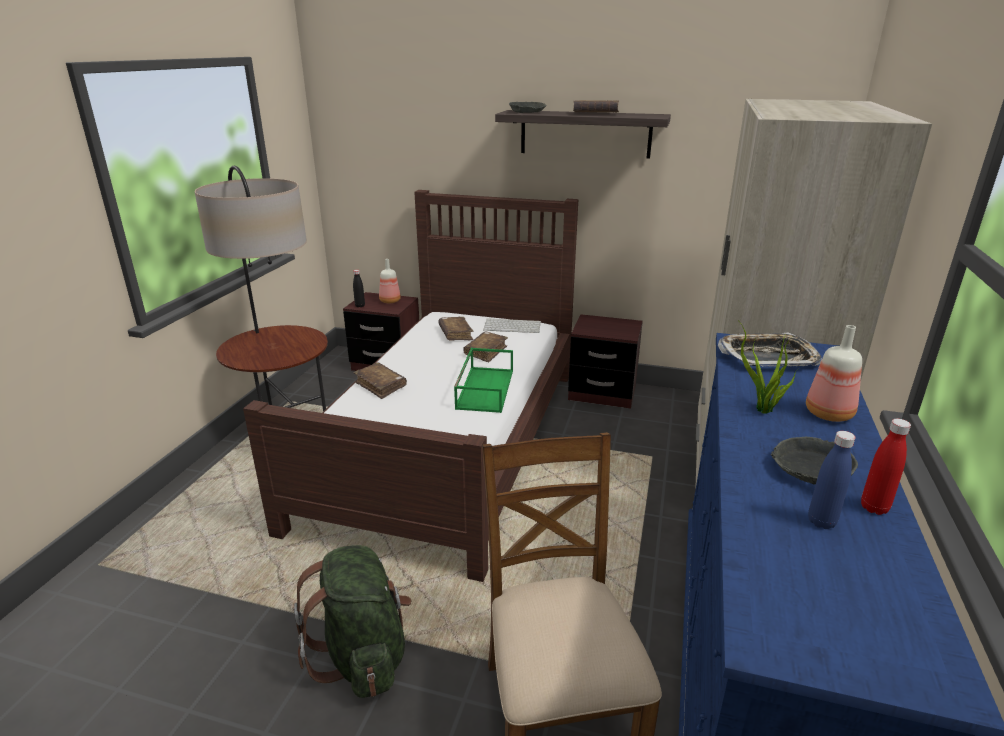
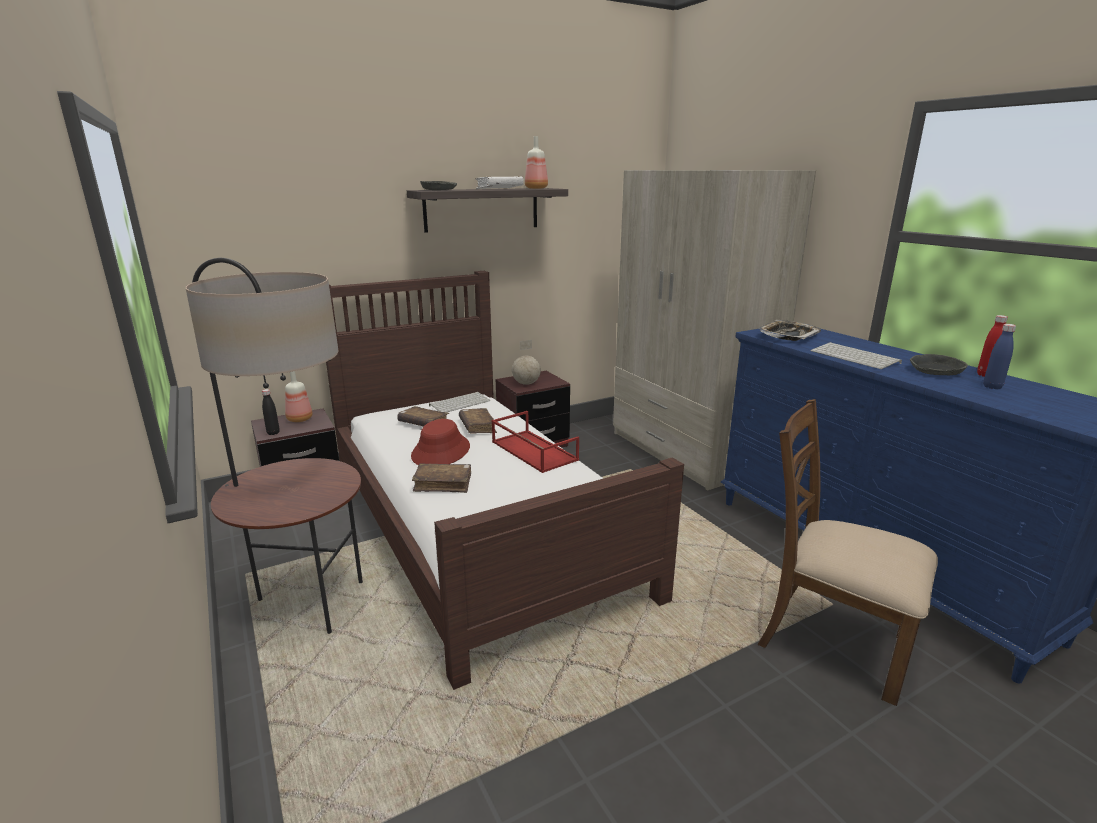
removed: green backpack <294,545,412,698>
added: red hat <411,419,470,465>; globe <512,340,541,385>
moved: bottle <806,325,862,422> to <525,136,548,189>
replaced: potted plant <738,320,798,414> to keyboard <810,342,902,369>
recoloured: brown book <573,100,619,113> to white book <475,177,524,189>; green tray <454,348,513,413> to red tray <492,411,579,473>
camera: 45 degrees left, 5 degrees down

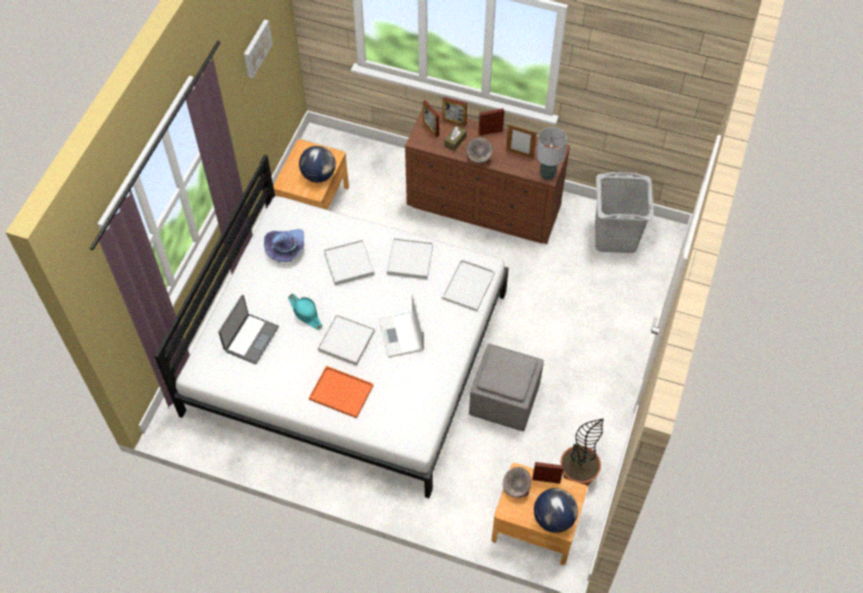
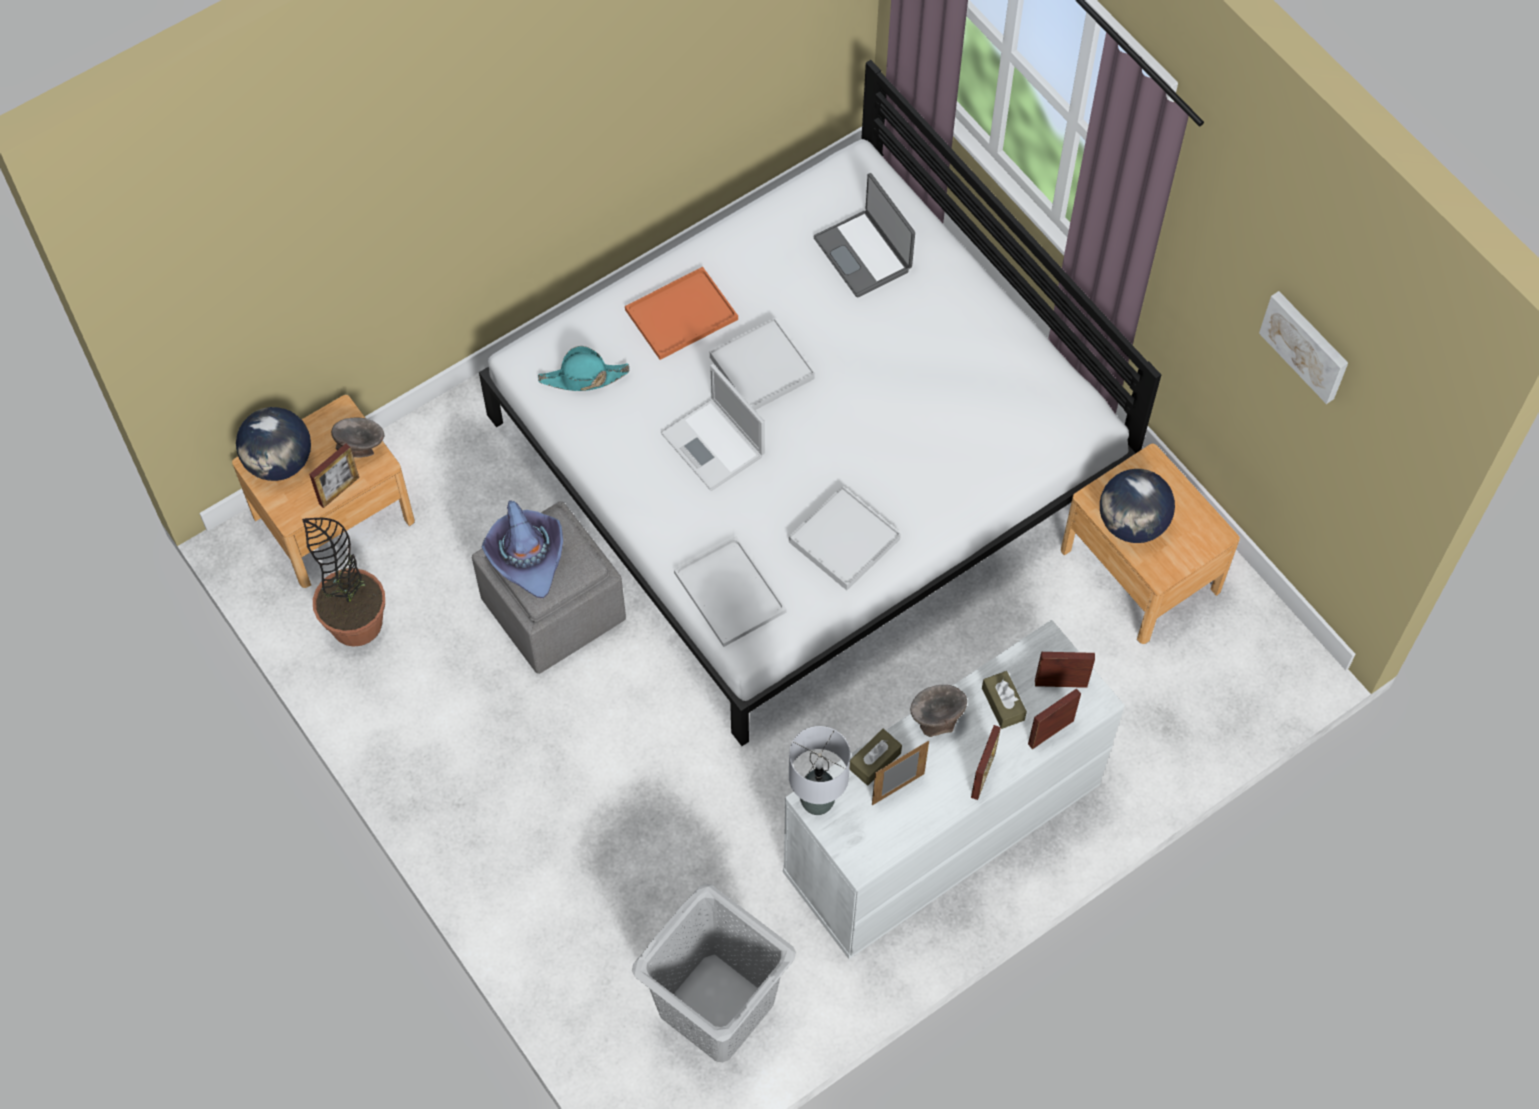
removed: white tray <324,240,374,285>
added: brown tissue box <849,729,902,786>
moved: purple hat <264,229,304,262> to <482,500,563,598>; turquoise hat <288,293,323,330> to <538,346,629,391>
recoloured: brown dresser <405,108,570,244> to white dresser <783,620,1125,959>
turned: laptop <379,293,424,358> = <661,364,765,491> 150 degrees counterclockwise
camera: 125 degrees right, 5 degrees up

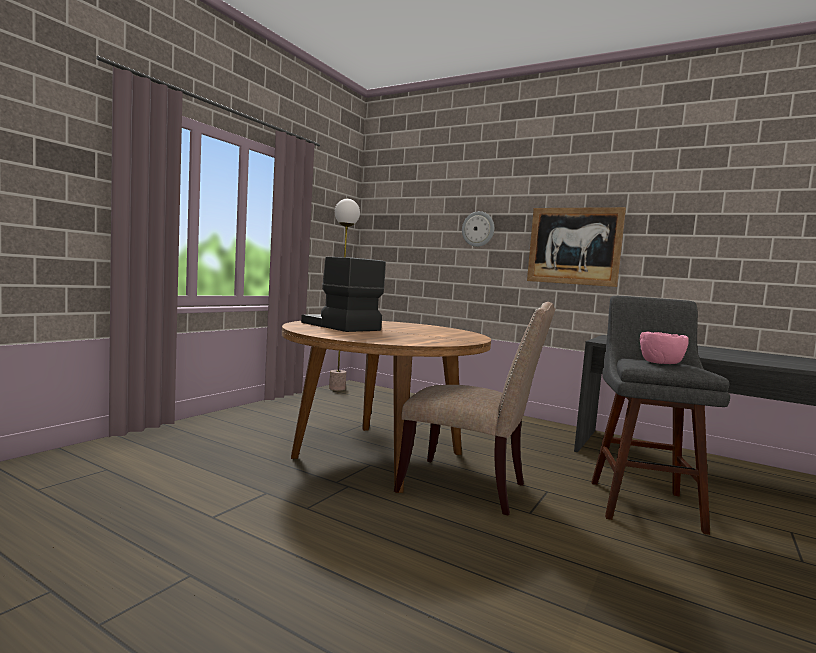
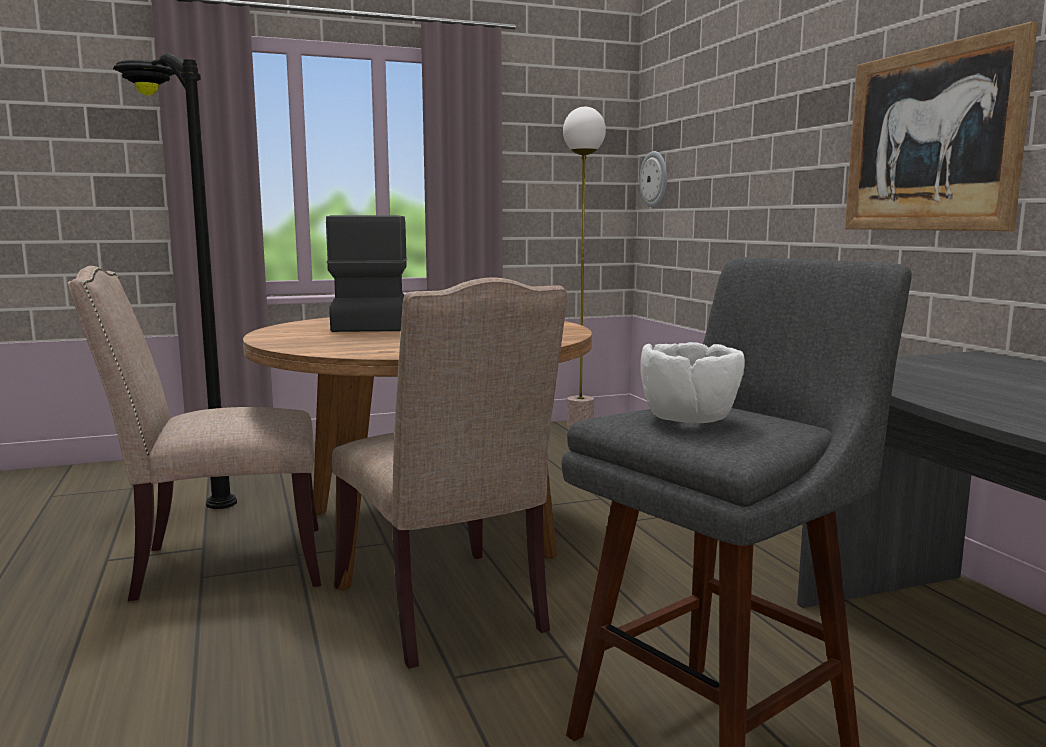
added: beige chair <68,266,321,601>; black floor lamp <113,53,237,509>
moved: wall clock <462,211,494,247> to <640,151,667,208>
recoloured: pink bowl <640,332,689,364> to white bowl <641,342,745,423>
camera: 40 degrees right, 5 degrees up

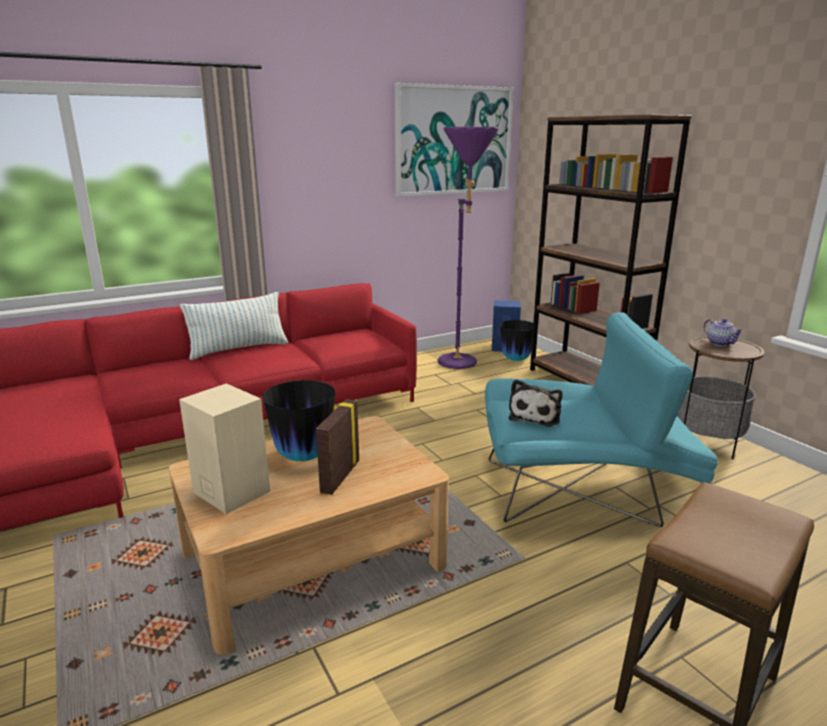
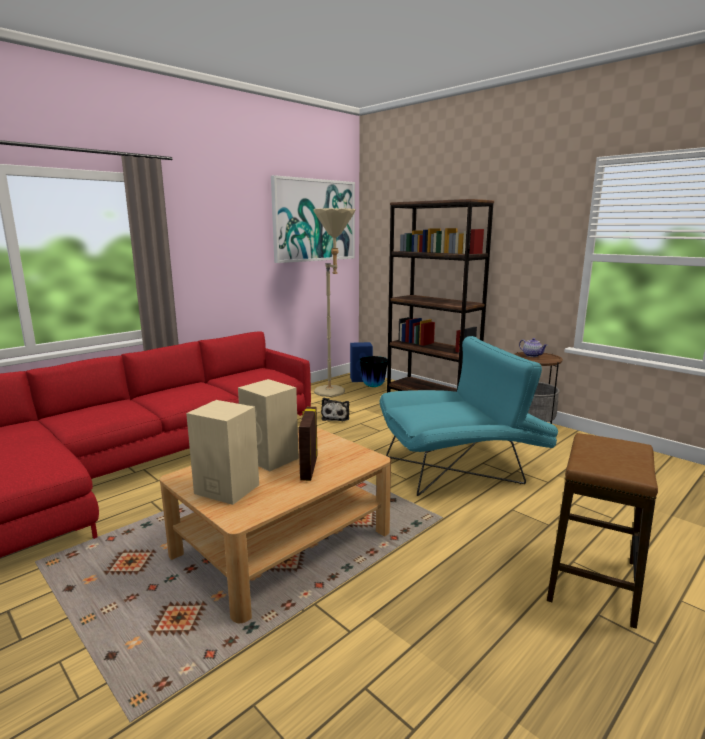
removed: pillow <180,292,288,360>
moved: plush toy <509,379,563,426> to <321,398,349,421>
replaced: vase <263,380,335,461> to beige speaker <238,379,299,472>
recoloured: purple floor lamp <438,127,499,369> to beige floor lamp <313,208,356,397>
camera: 15 degrees left, 5 degrees down

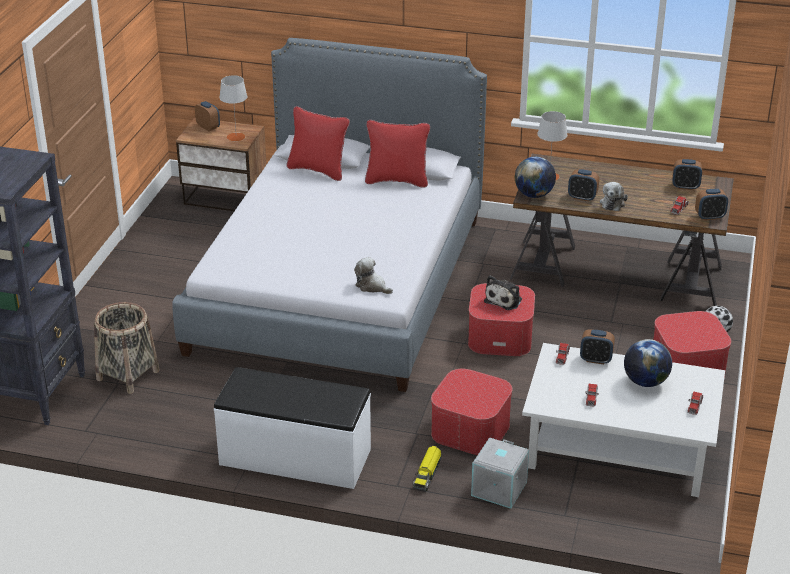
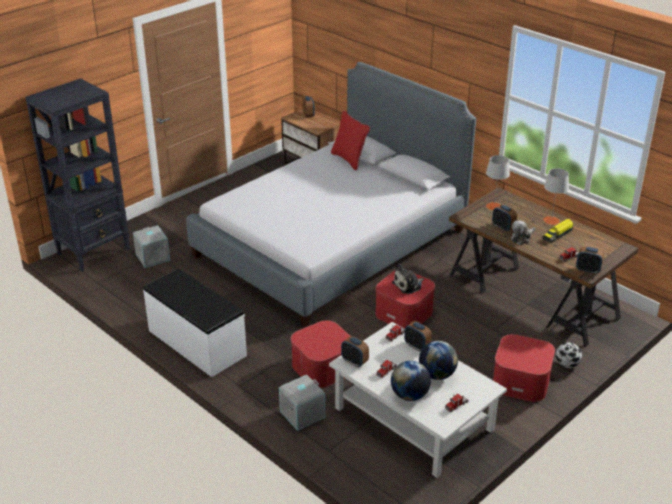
removed: plush toy <354,257,393,294>; red pillow <365,120,430,188>
moved: alarm clock <672,159,702,190> to <341,336,369,367>; globe <515,157,556,198> to <391,361,431,401>; toy truck <413,446,442,491> to <542,219,573,243>; grey table lamp <219,75,247,141> to <543,168,569,225>
replaced: basket <94,302,160,394> to grey storage box <133,225,170,268>
camera: 30 degrees right, 0 degrees up

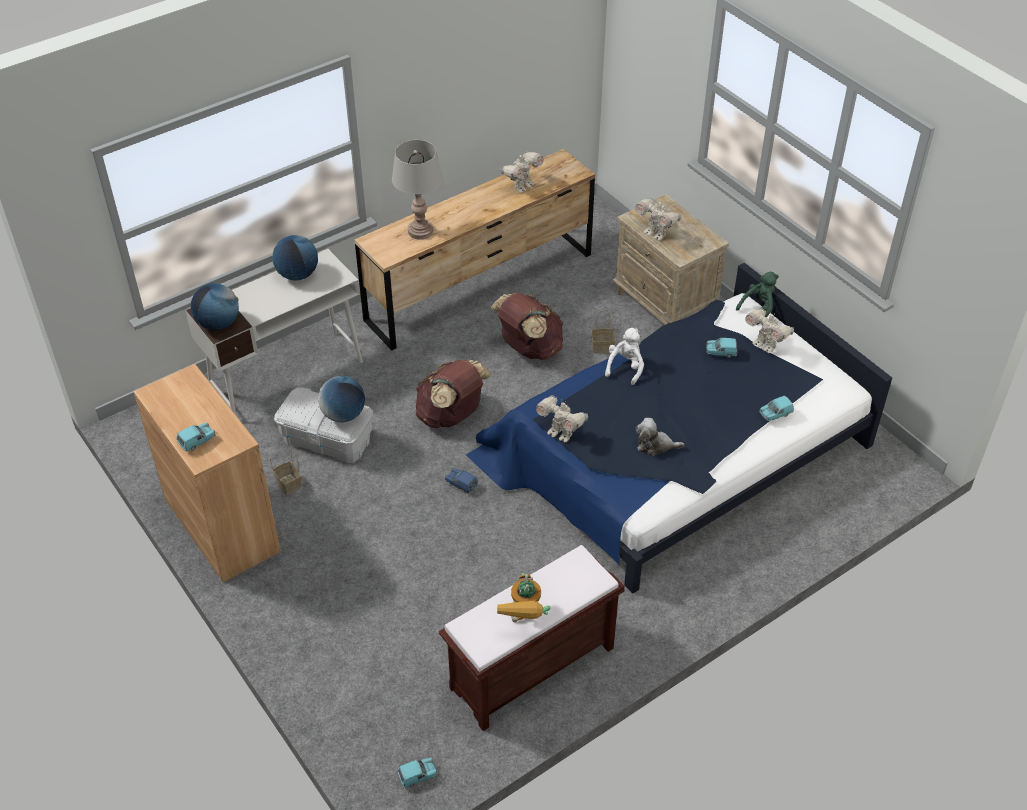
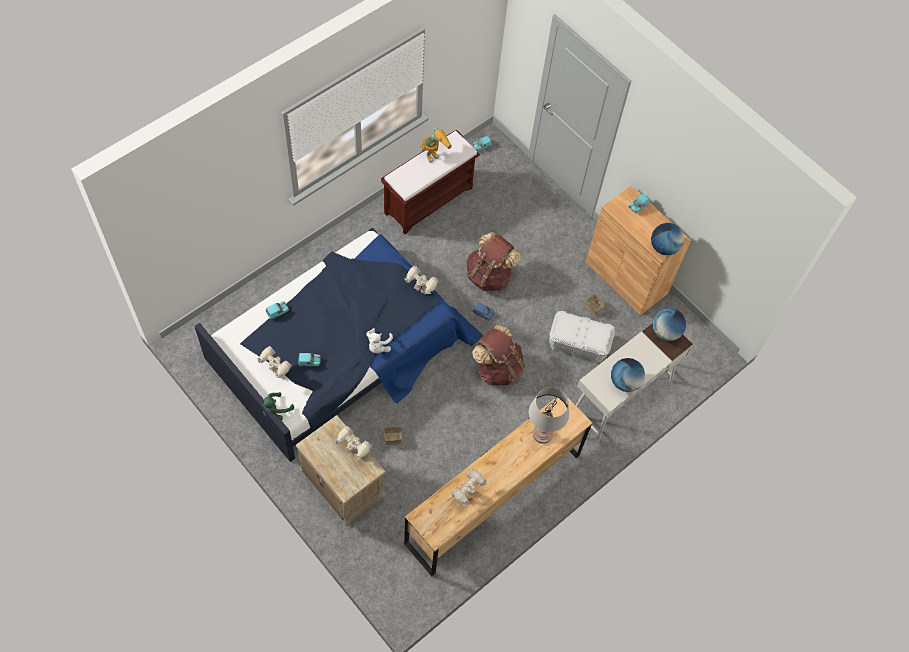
removed: plush toy <636,418,684,456>
moved: brown backpack <490,293,564,360> to <467,232,520,291>; globe <318,376,365,422> to <651,223,685,255>
turned: toy robot <497,573,550,623> = <420,128,452,163> 60 degrees clockwise
camera: 170 degrees right, 15 degrees up

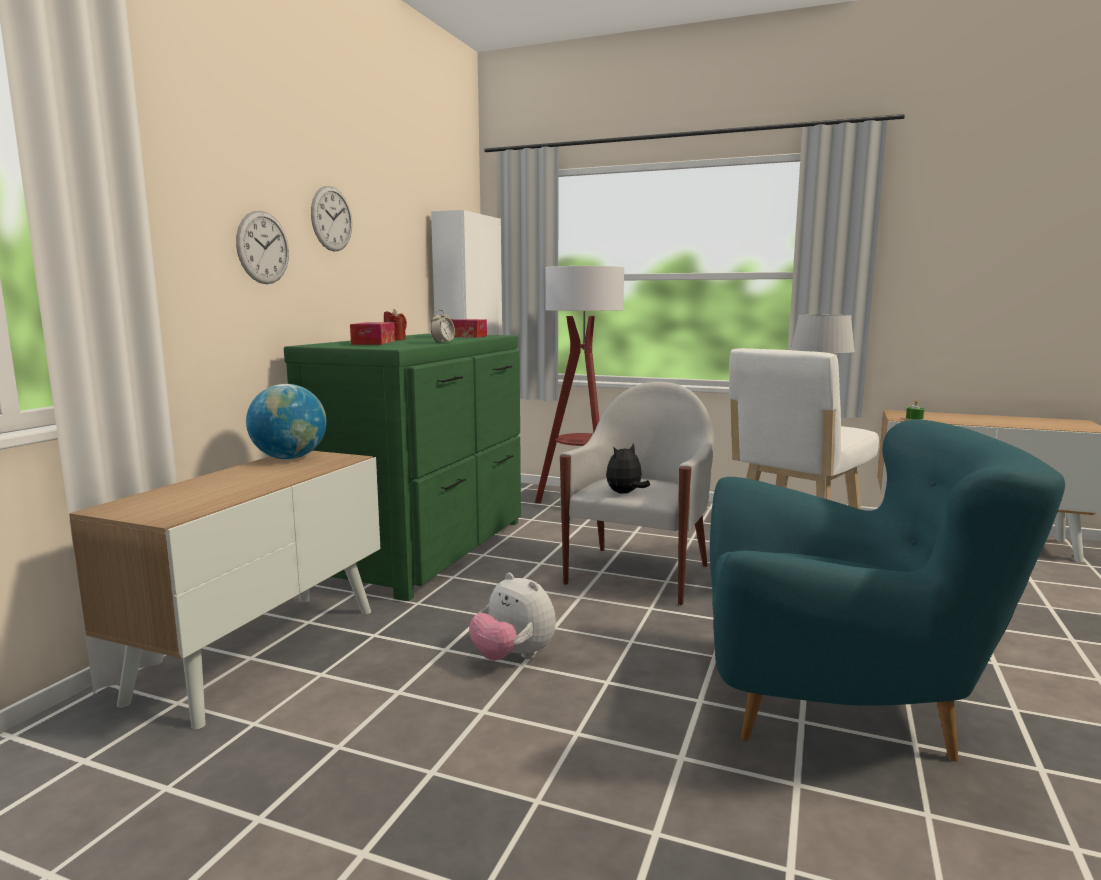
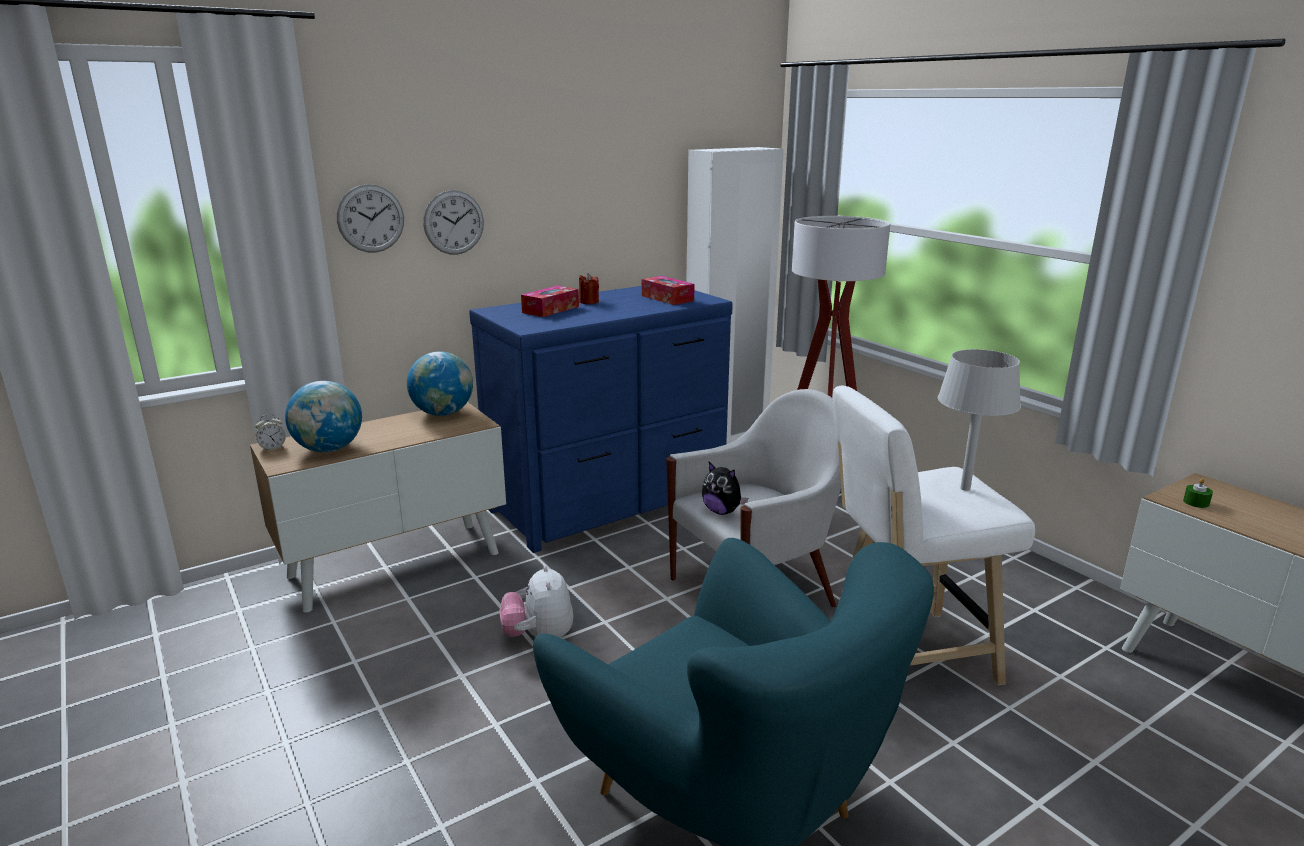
added: globe <285,381,362,452>
moved: alarm clock <431,310,455,343> to <255,414,286,452>; wall clock <311,186,352,252> to <337,184,404,253>
recoloured: green dresser <284,334,521,601> to blue dresser <469,286,733,553>
turned: plush toy <606,443,650,494> = <702,462,748,515> 135 degrees counterclockwise
camera: 35 degrees right, 10 degrees up

